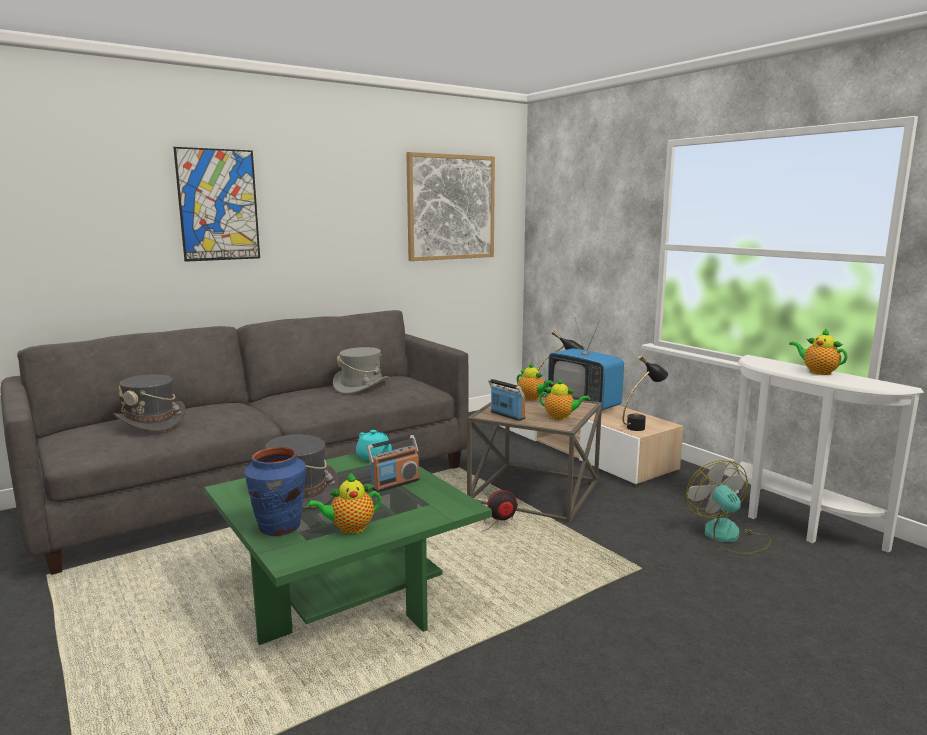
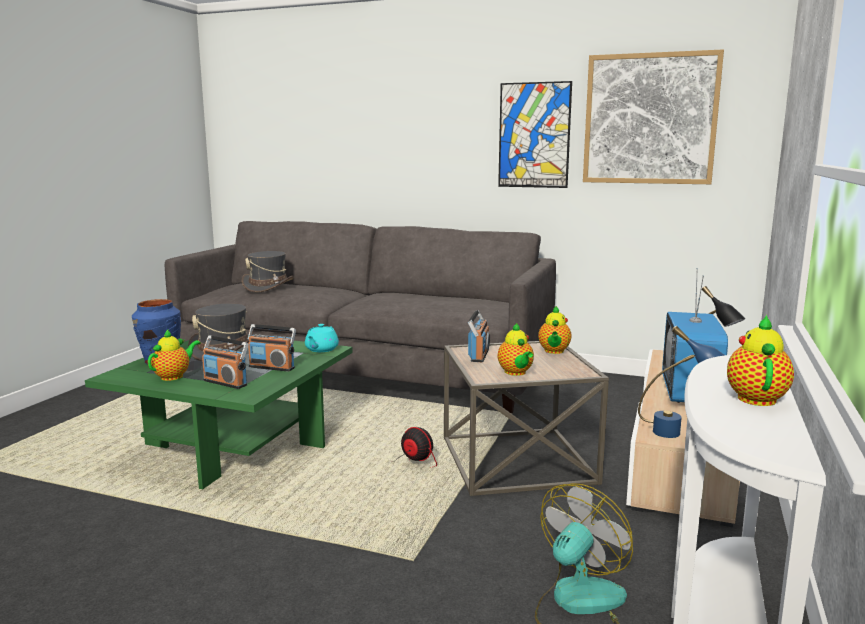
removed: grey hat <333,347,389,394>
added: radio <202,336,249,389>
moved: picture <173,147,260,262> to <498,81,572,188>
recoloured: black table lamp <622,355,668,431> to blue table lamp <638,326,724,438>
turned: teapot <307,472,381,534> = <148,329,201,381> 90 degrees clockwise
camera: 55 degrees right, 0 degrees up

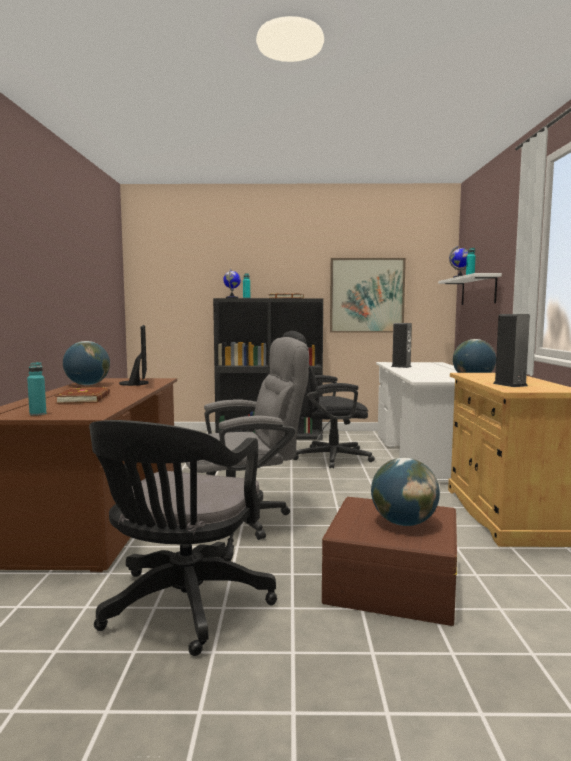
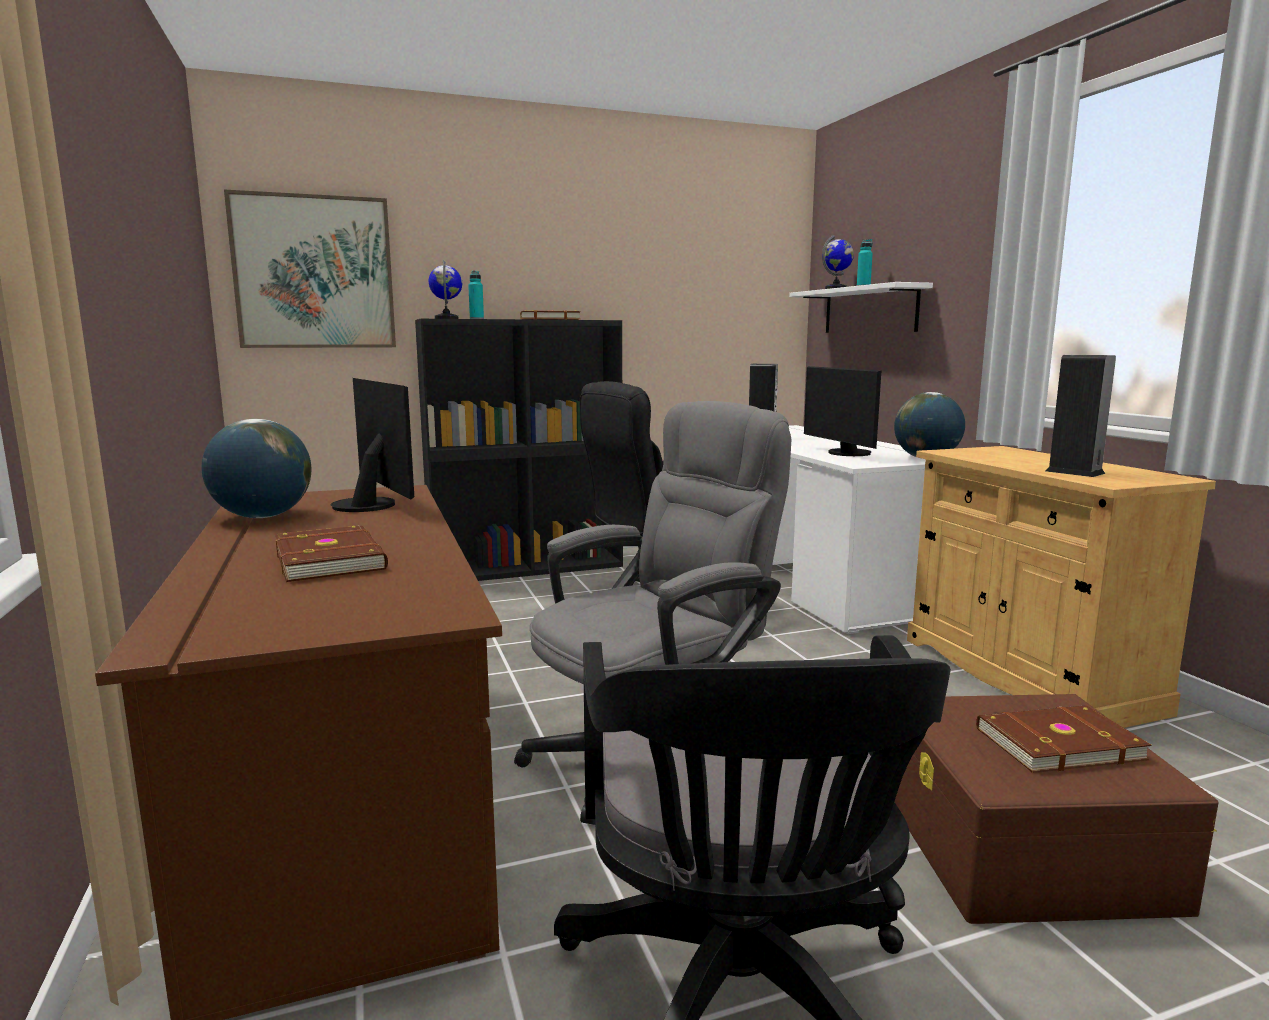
removed: turquoise bottle <27,362,46,416>
added: monitor <804,366,881,456>
moved: picture <330,258,406,333> to <224,190,396,348>
replaced: globe <371,458,440,526> to brown book <976,705,1151,773>
camera: 20 degrees left, 5 degrees up

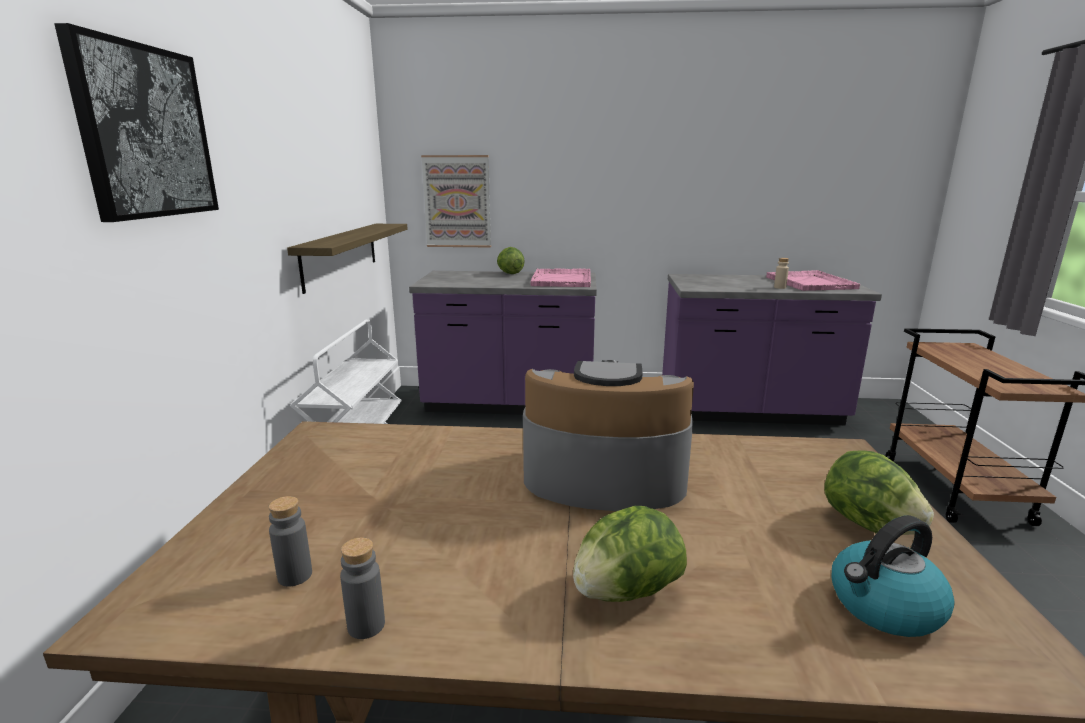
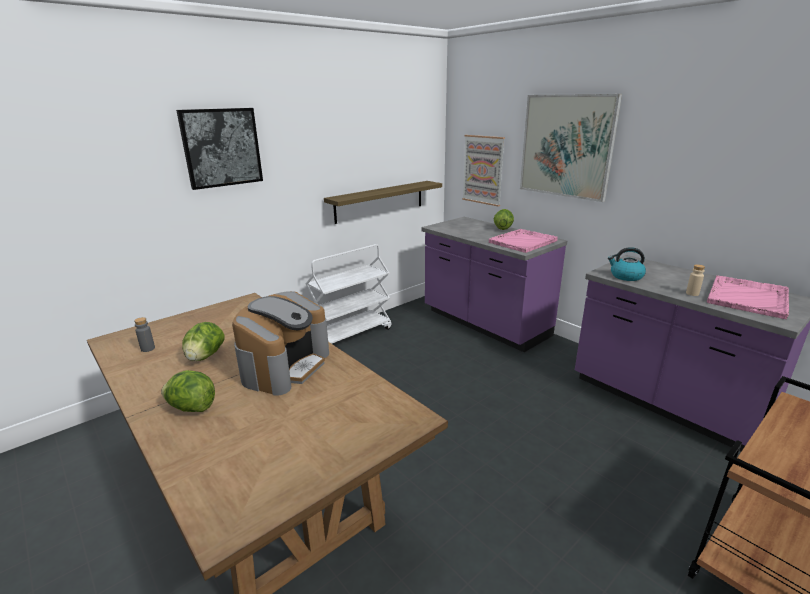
removed: grey bottle <340,537,385,639>
added: picture <520,94,622,202>
moved: lettuce <824,450,934,535> to <182,322,225,361>; kettle <831,515,955,637> to <608,247,646,281>
turned: coffee machine <523,360,694,511> = <232,291,329,396> 60 degrees clockwise
camera: 45 degrees right, 5 degrees up

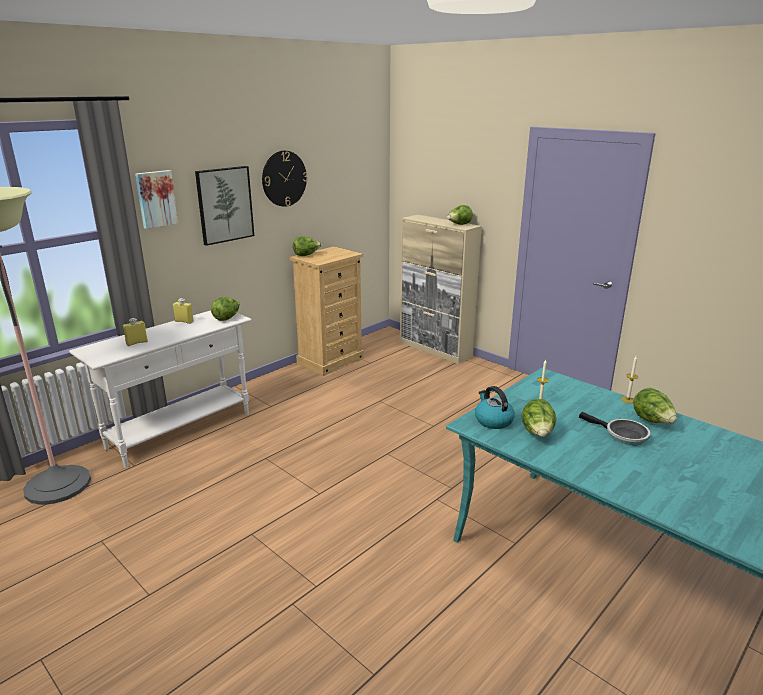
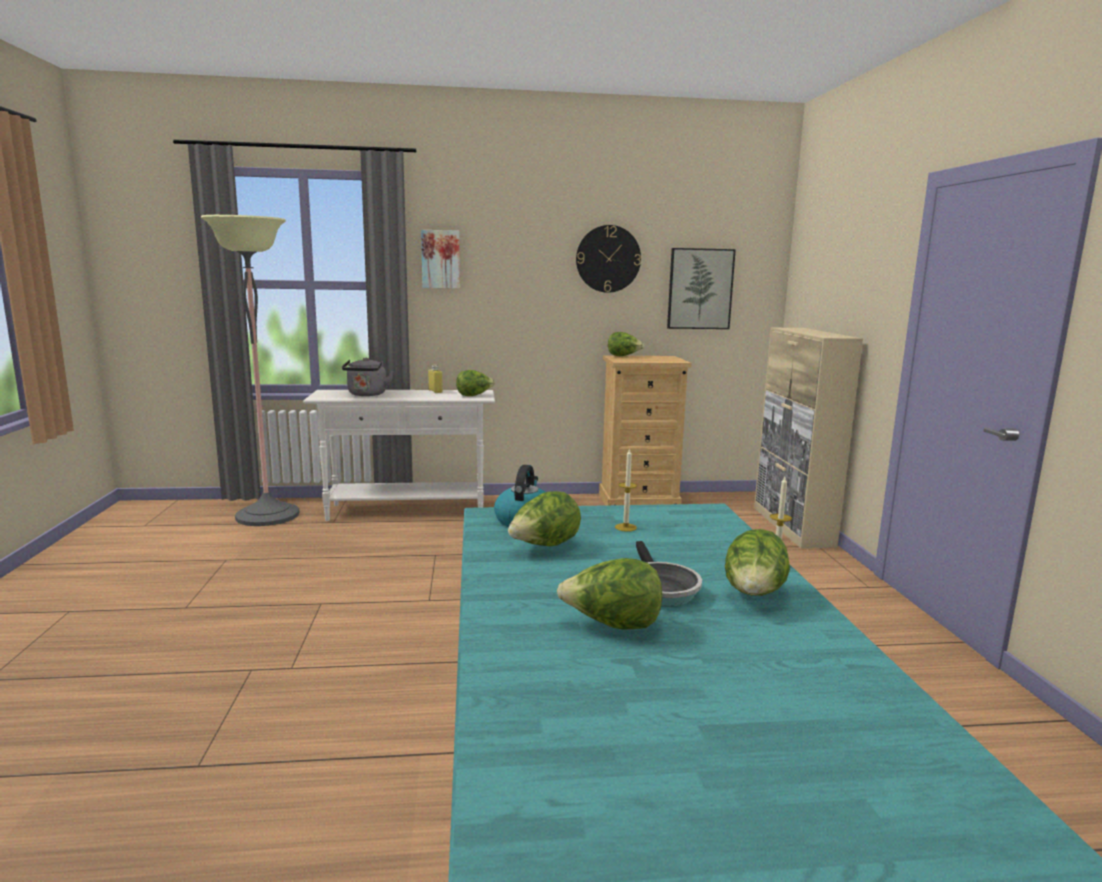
moved: lettuce <447,205,473,225> to <557,558,662,630>; picture <195,166,254,246> to <667,248,736,329>
replaced: yellow bottle <123,318,148,346> to grey kettle <342,358,394,396>
camera: 40 degrees right, 10 degrees down

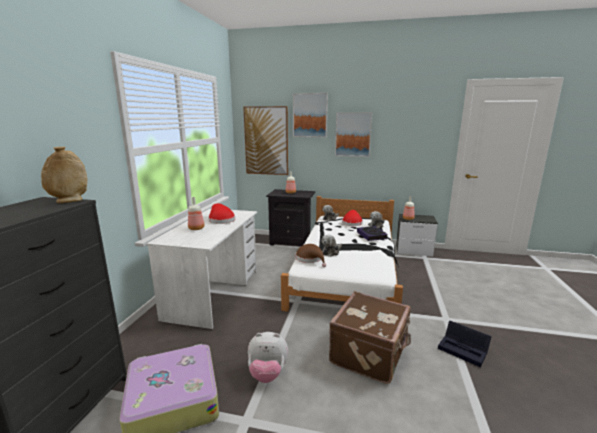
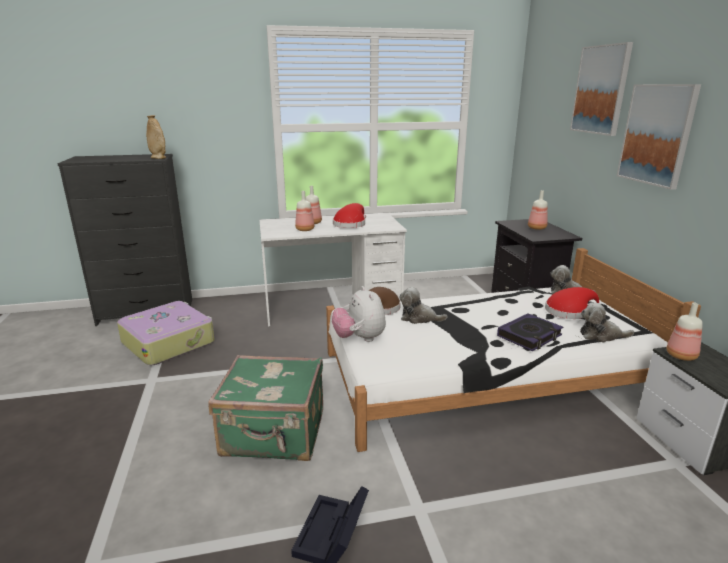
removed: picture <243,106,288,175>
added: bottle <295,191,315,231>
moved: plush toy <248,332,288,383> to <332,286,386,342>
recoloured: brown suitcase <329,291,411,384> to green suitcase <208,355,323,461>
camera: 65 degrees right, 5 degrees up

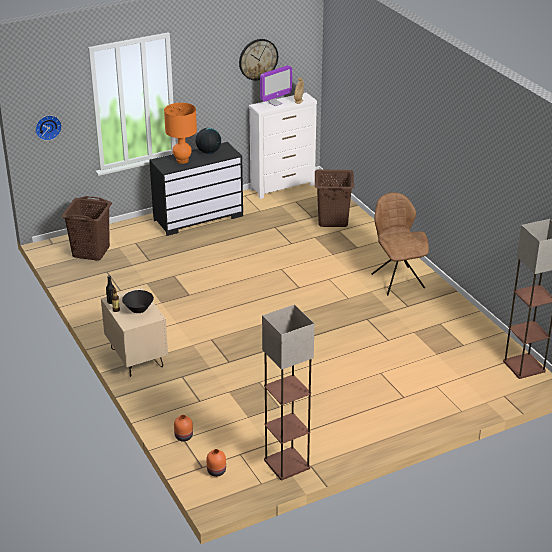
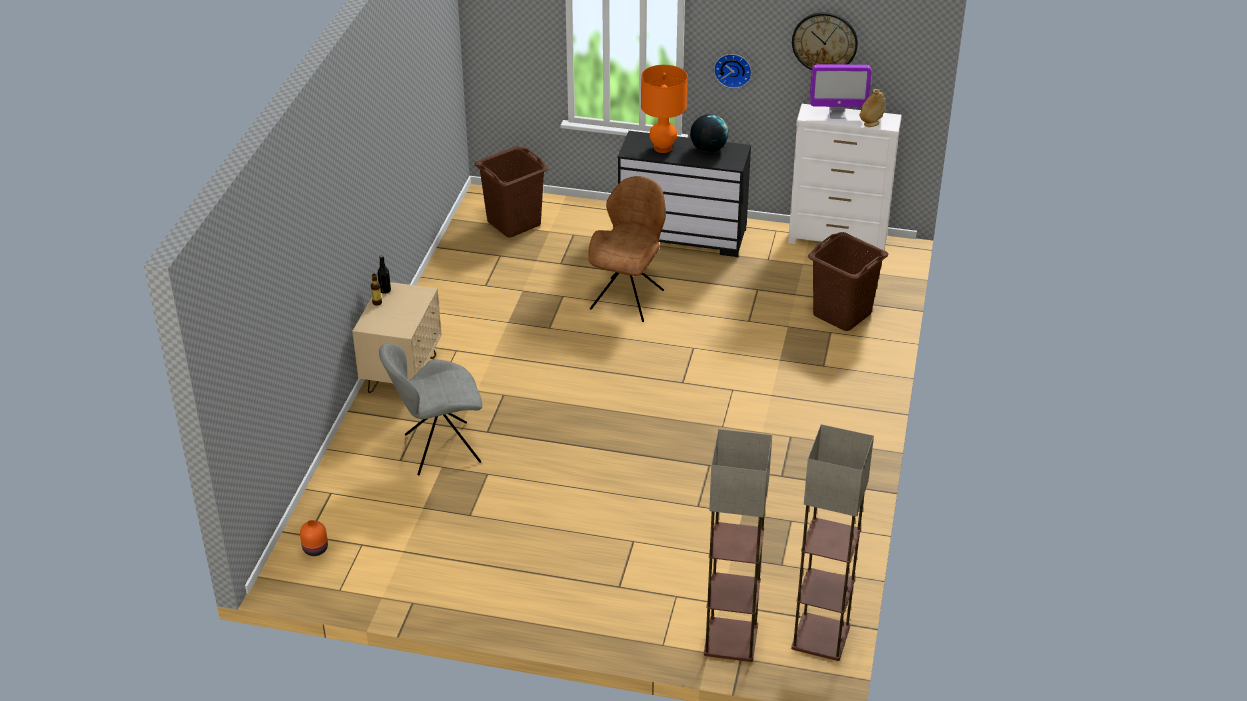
removed: black bowl <122,290,154,313>; orange vase <174,415,193,441>
added: grey chair <379,343,482,475>
moved: brown chair <372,192,429,296> to <588,176,666,322>; floor lamp <262,304,314,480> to <704,429,772,662>; wall clock <35,115,62,141> to <714,54,752,88>
camera: 40 degrees right, 5 degrees up

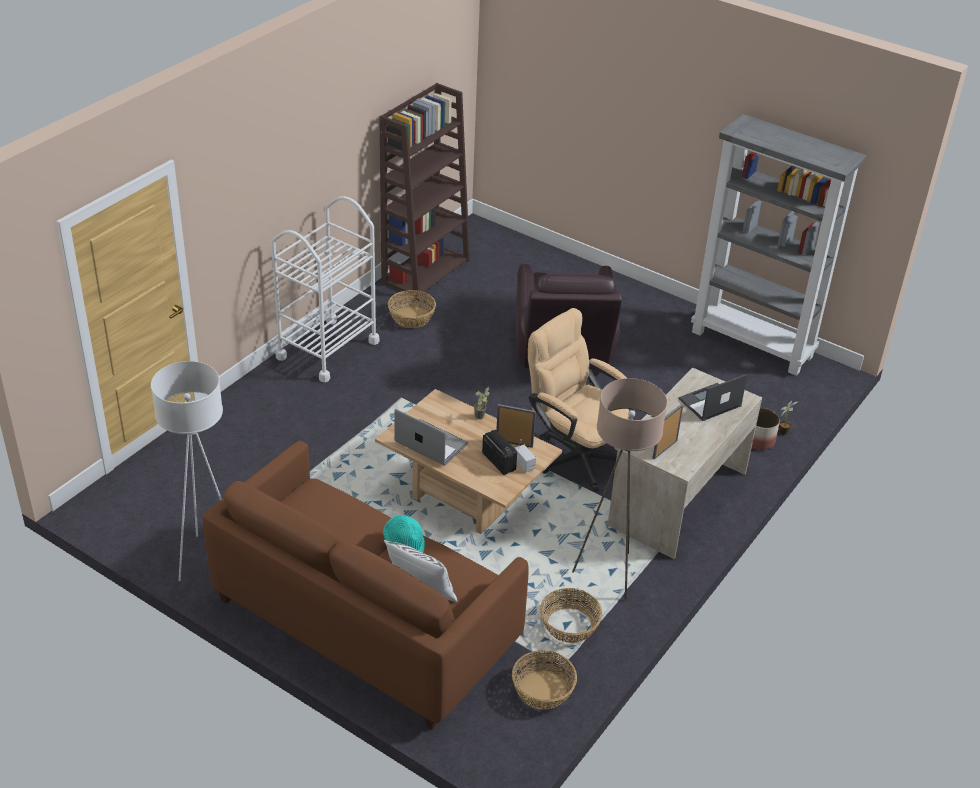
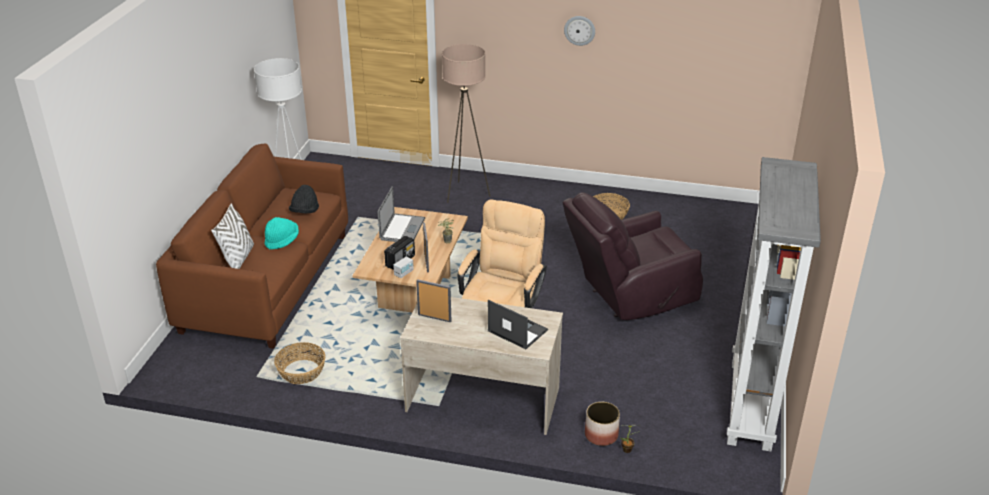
removed: white cart <271,196,379,382>; brown bookcase <379,83,470,296>; basket <512,650,577,710>
added: black hat <289,185,319,213>; wall clock <564,16,595,46>
moved: beige floor lamp <572,378,667,601> to <442,44,491,203>
camera: 70 degrees right, 5 degrees down

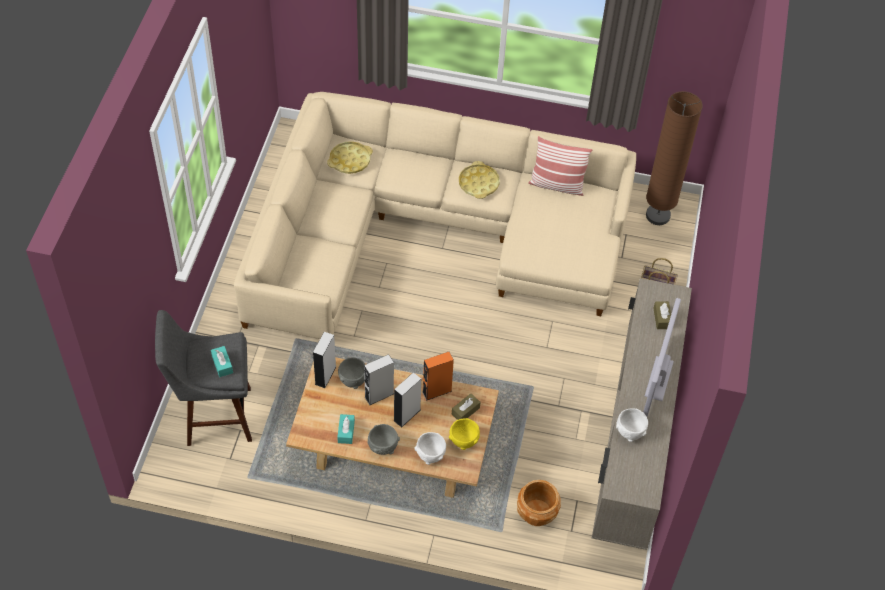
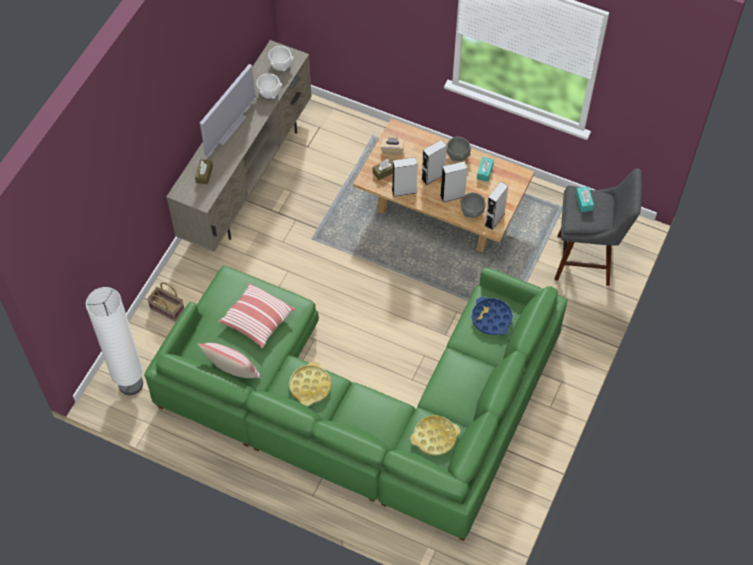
removed: brown planter <517,480,561,526>
added: pillow <218,283,295,348>; blue tray <472,297,513,336>
moved: white bowl <415,432,446,465> to <268,46,293,71>
replaced: yellow bowl <449,418,480,450> to beige tissue box <381,137,404,155>
recoloured: brown floor lamp <646,91,703,225> to white floor lamp <86,287,143,395>; beige sofa <234,92,636,339> to green sofa <144,266,568,541>; orange speaker <422,352,454,401> to grey speaker <392,157,417,197>
camera: 165 degrees left, 5 degrees up

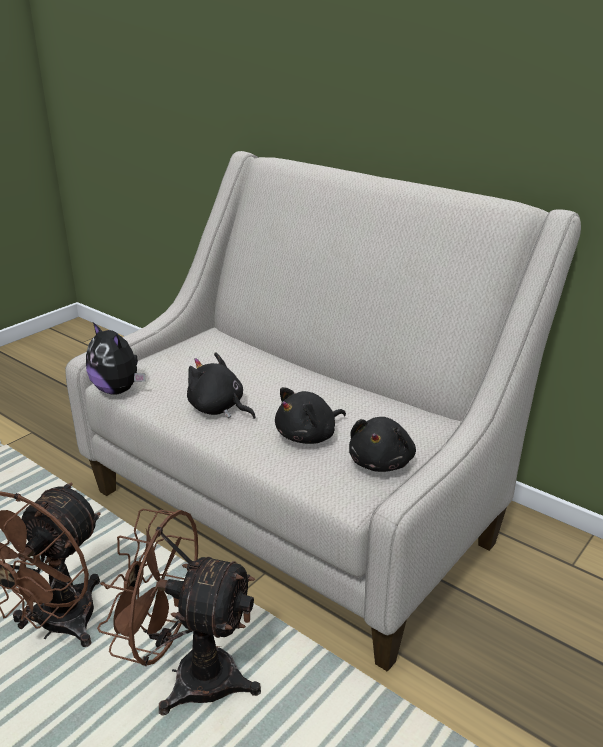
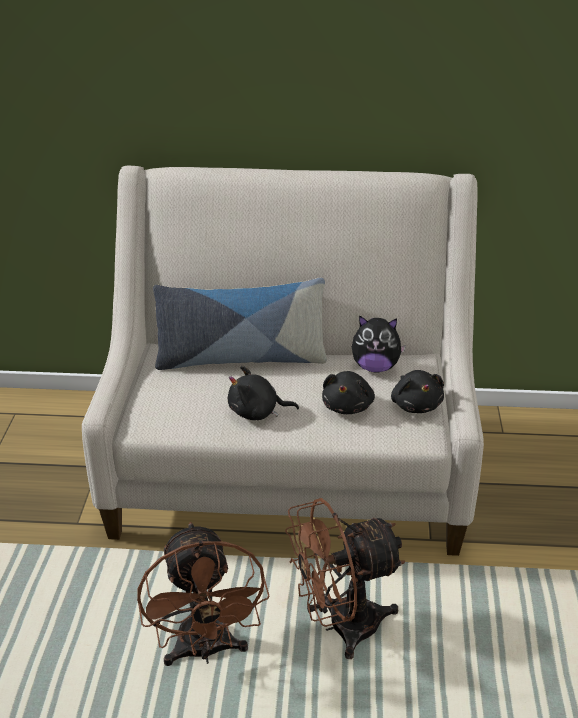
added: pillow <153,278,327,370>
moved: plush toy <86,322,145,395> to <352,315,406,373>
camera: 35 degrees left, 5 degrees up

